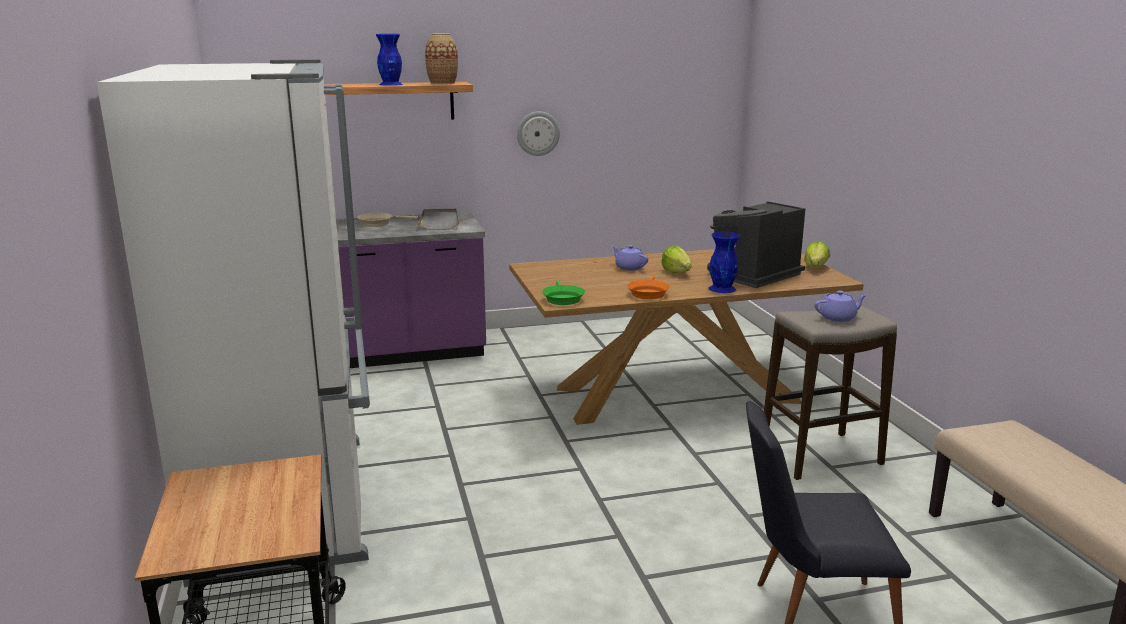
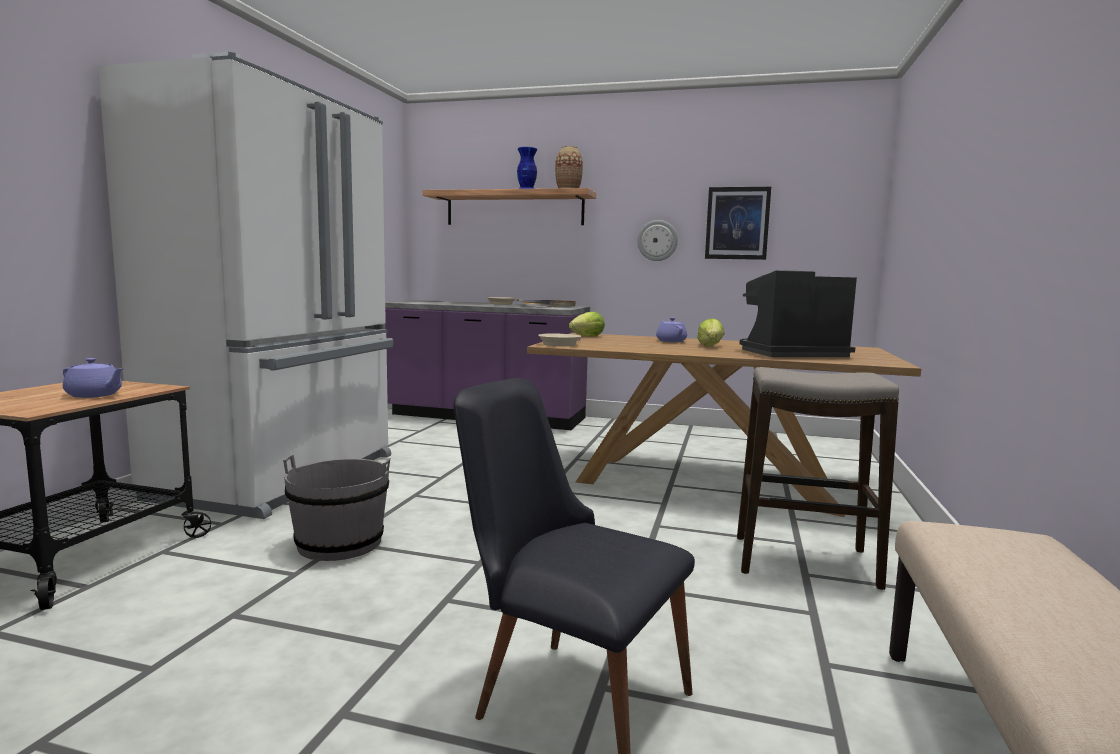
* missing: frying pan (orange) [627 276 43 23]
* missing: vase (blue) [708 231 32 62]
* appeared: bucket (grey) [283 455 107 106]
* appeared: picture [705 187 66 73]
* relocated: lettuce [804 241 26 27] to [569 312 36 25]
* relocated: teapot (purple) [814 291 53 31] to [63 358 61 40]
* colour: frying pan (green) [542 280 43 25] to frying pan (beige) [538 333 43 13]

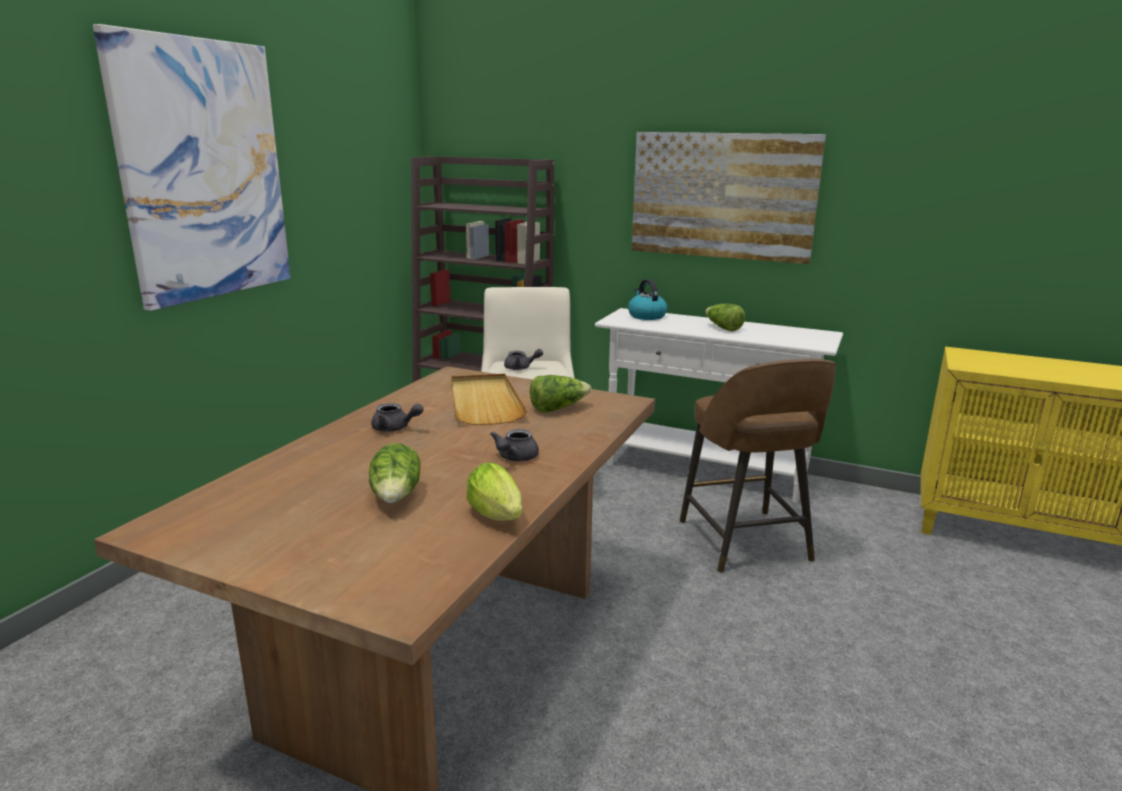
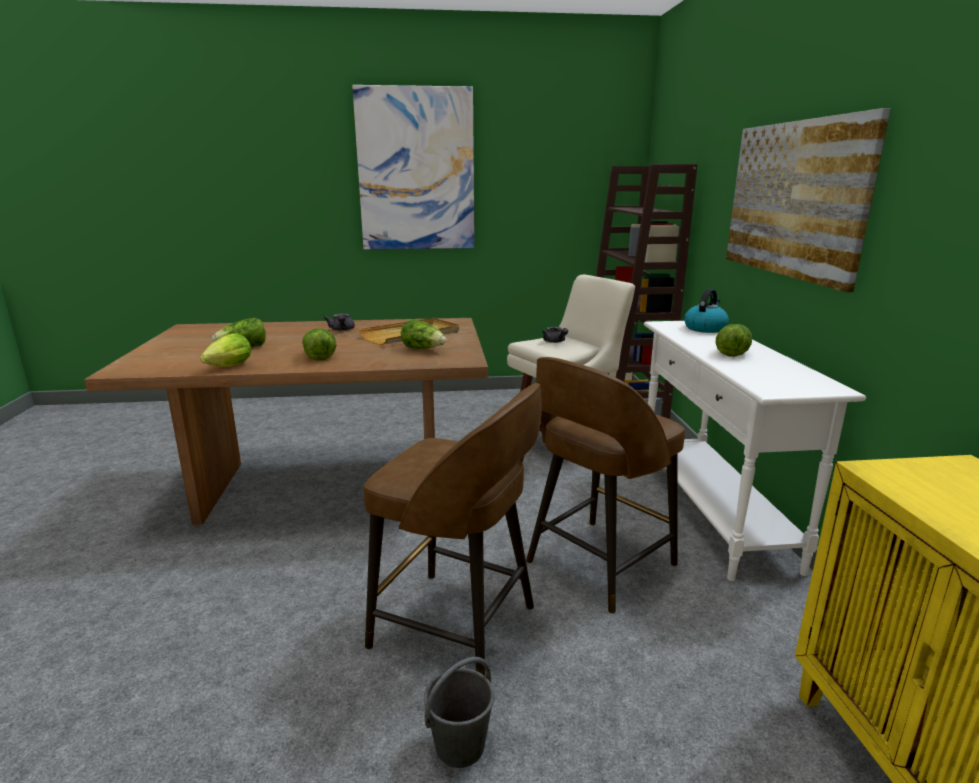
* appeared: stool (brown) [364 383 178 293]
* appeared: bucket (grey) [424 657 70 111]
* exchanged: teapot (grey) [490 429 49 33] to lettuce [302 328 35 33]

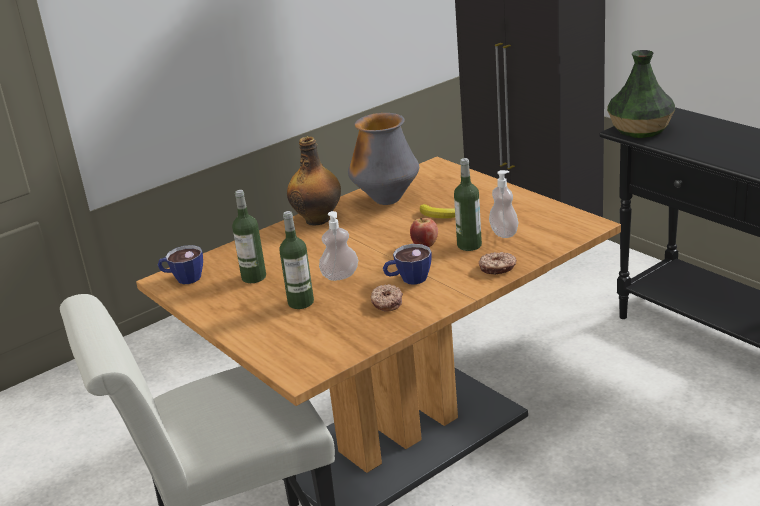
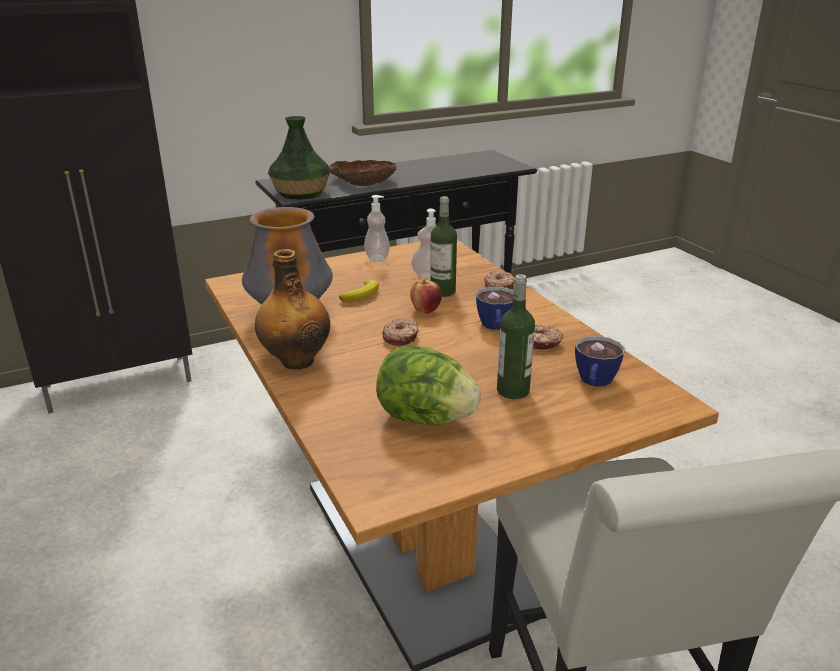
* appeared: bowl (brown) [329 160 68 26]
* appeared: donut [382 318 37 28]
* relocated: cup [157 245 46 39] to [575 336 50 51]
* relocated: soap dispenser [319 211 39 70] to [364 195 26 67]
* exchanged: bottle [232 190 34 93] to lettuce [376 346 105 79]

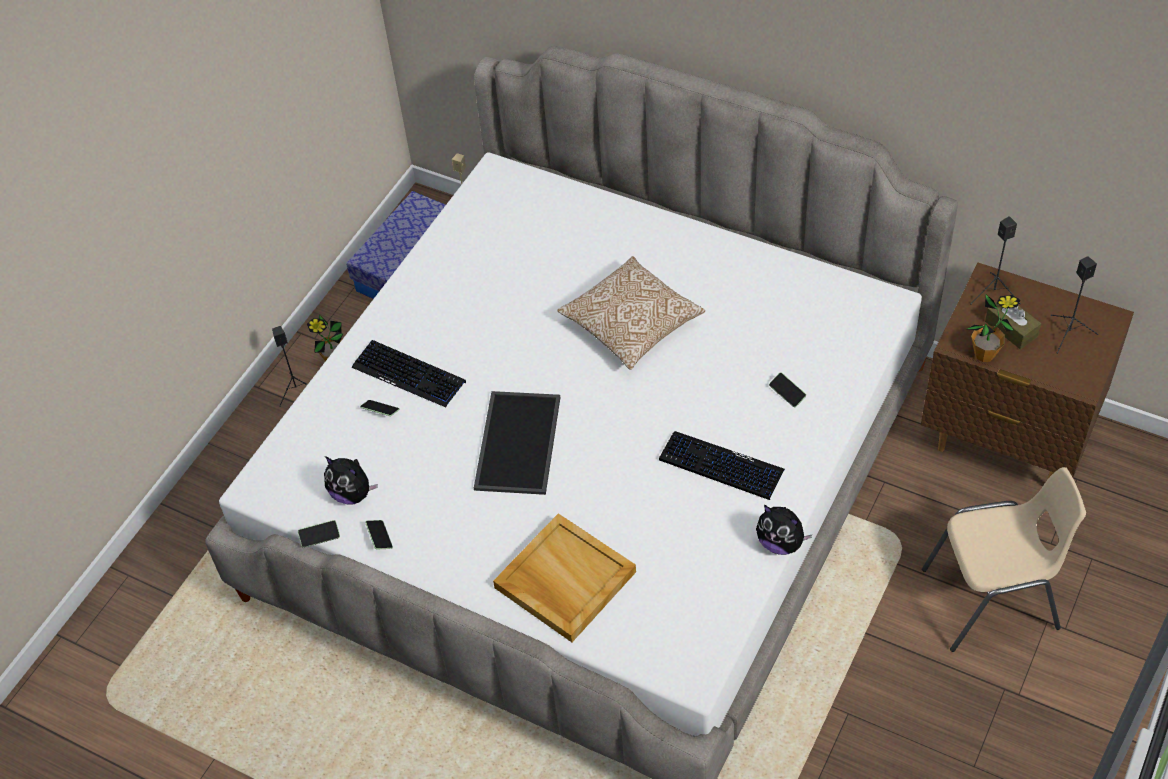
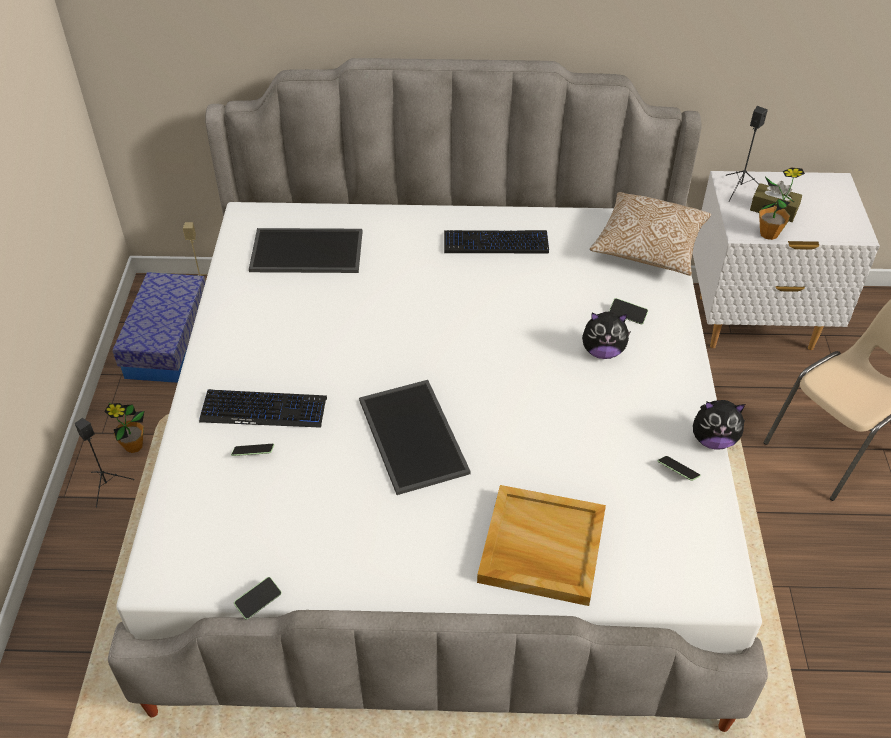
* missing: speaker (black) [1051 256 47 98]
* appeared: tray [249 228 114 45]
* relocated: plush toy [324 456 54 49] to [582 312 49 47]
* relocated: phone [365 520 28 30] to [657 456 44 25]
* relocated: pillow [558 256 147 114] to [590 192 121 84]
* relocated: keyboard [659 431 126 69] to [444 230 105 23]
* colour: nightstand (brown) [921 263 213 217] to nightstand (white) [693 171 187 179]

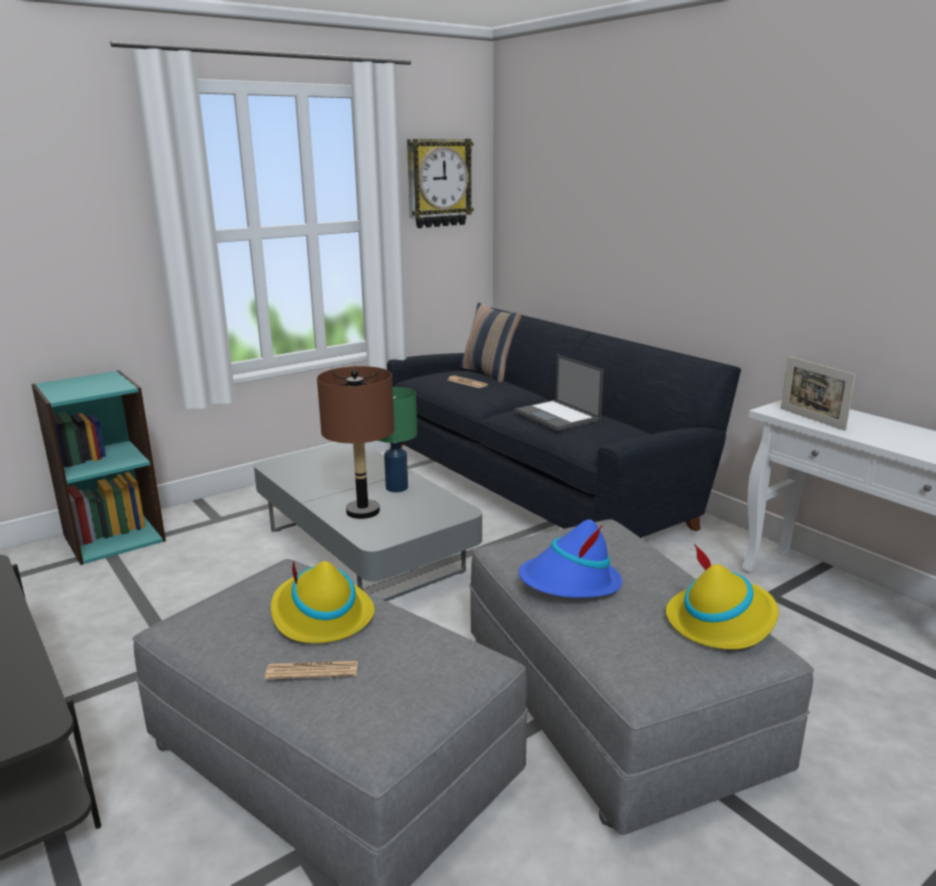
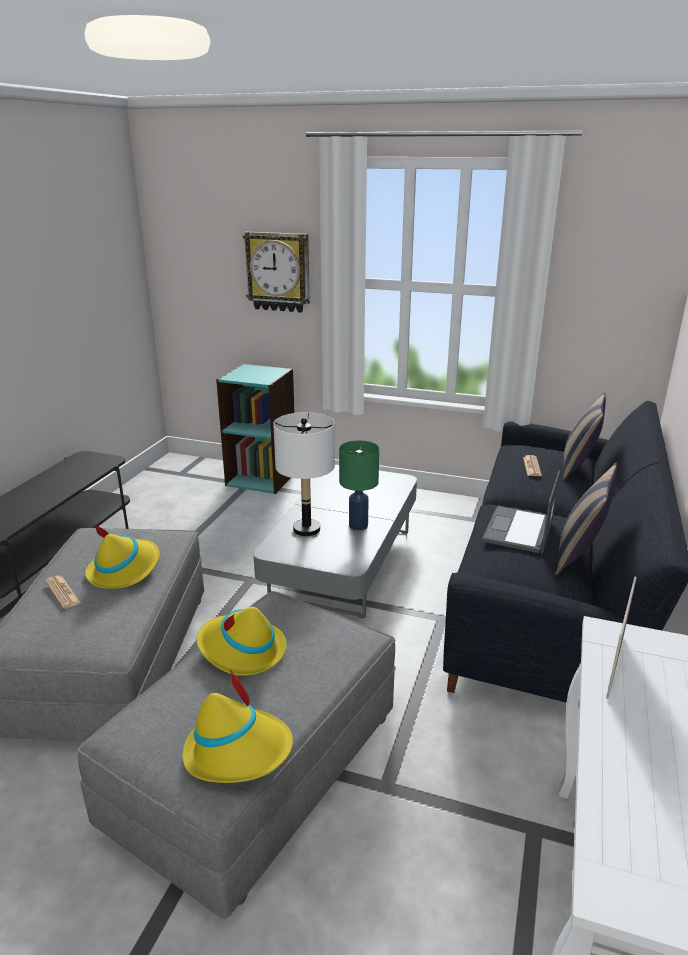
* appeared: pillow [555 462 63 114]
* relocated: wall clock [407 139 67 89] to [243 232 67 81]
* colour: table lamp (brown) [317 366 77 153] to table lamp (white) [273 412 62 124]
* colour: hat (blue) [519 519 103 79] to hat (yellow) [196 607 91 69]

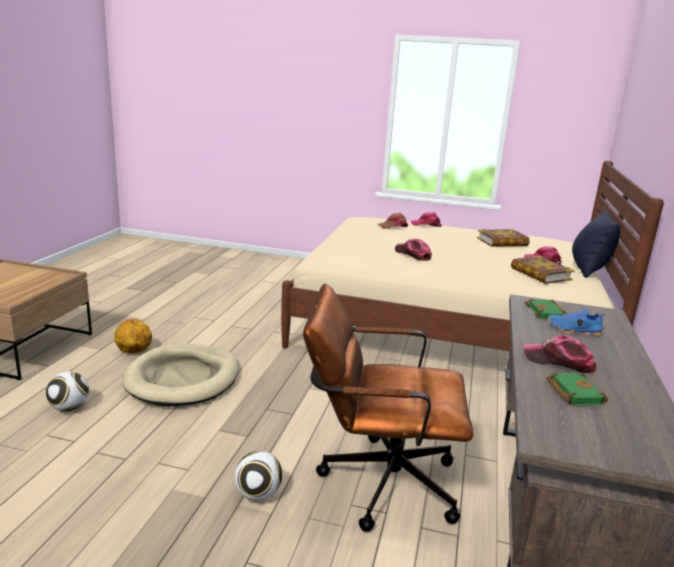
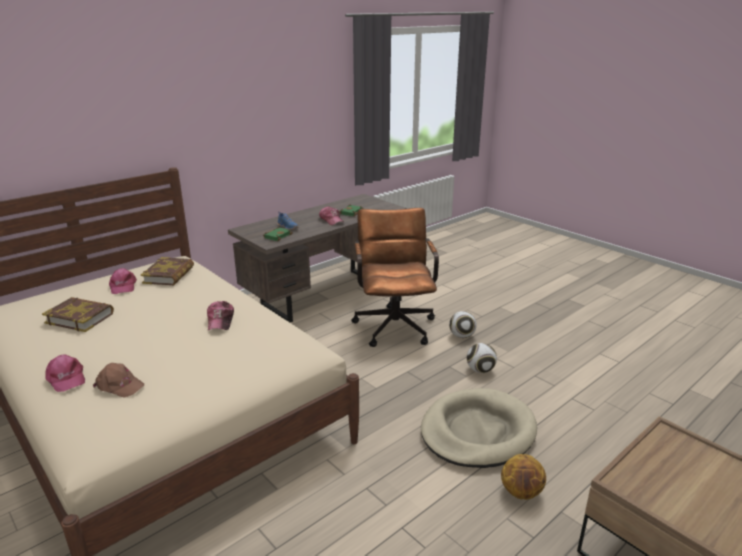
* missing: pillow (black) [572 210 48 68]
* relocated: football [46 372 43 39] to [467 343 30 30]
* spun: office chair (brown) [303 284 170 248] = [351 208 88 139] 135 degrees counterclockwise

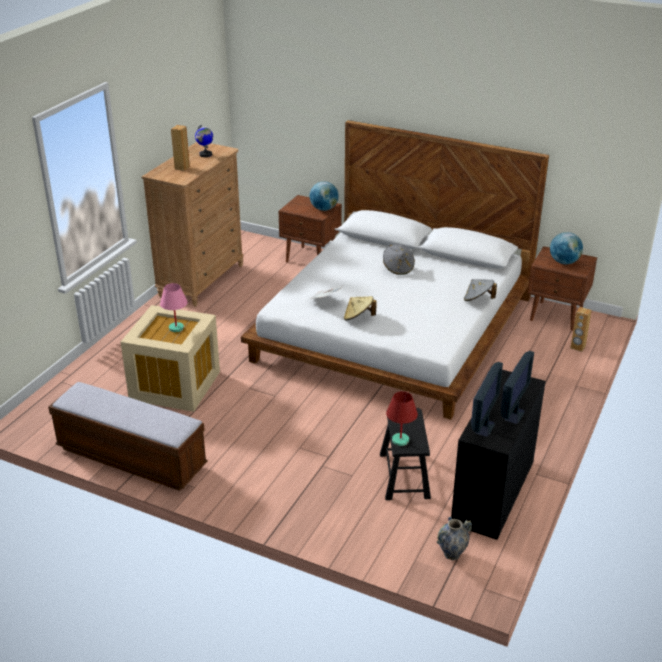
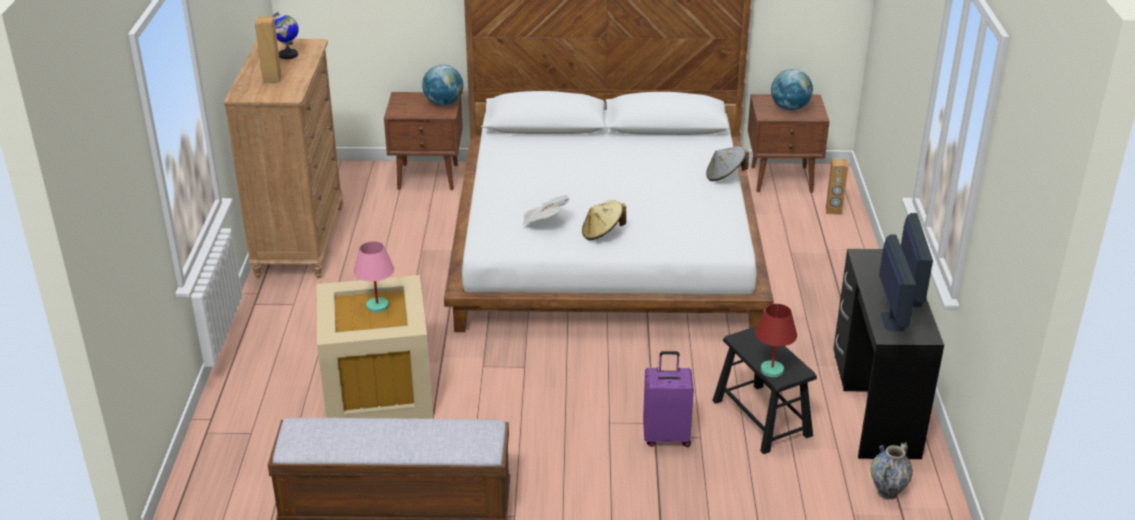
* missing: hat (grey) [383 244 32 31]
* appeared: suitcase (purple) [643 351 51 96]

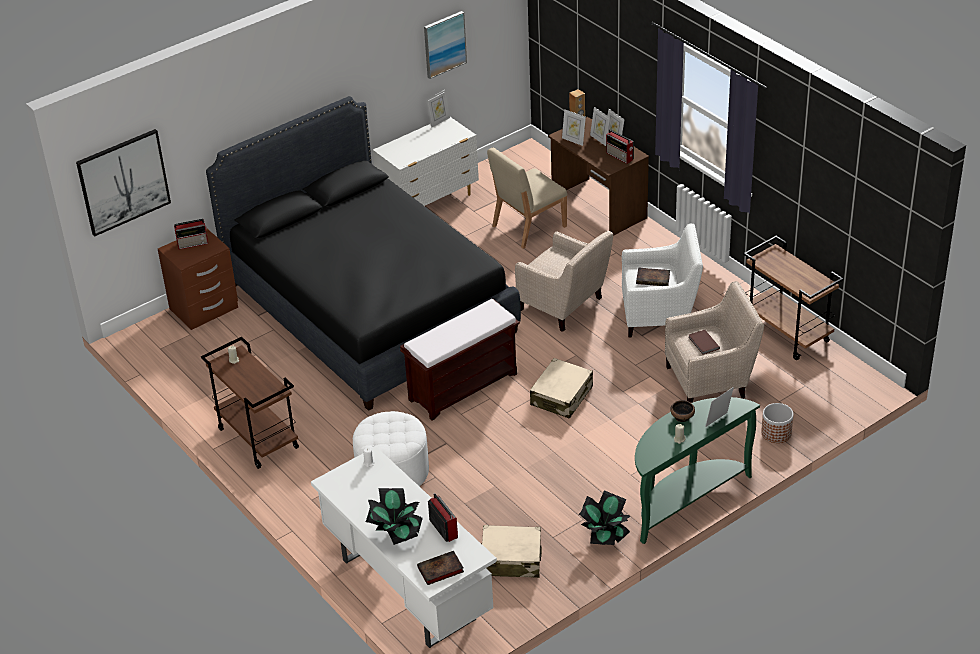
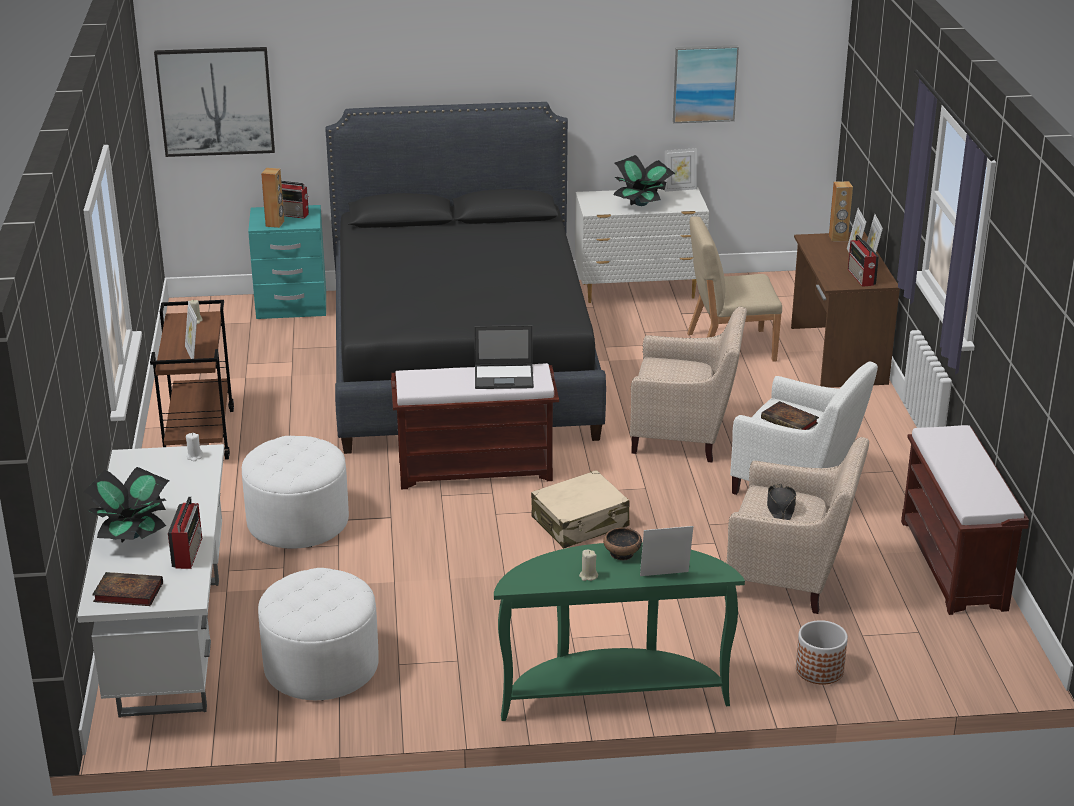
* appeared: speaker (brown) [261 168 23 60]
* appeared: laptop [474 325 60 64]
* relocated: picture frame [562 109 24 37] to [185 301 12 58]
* relocated: potted plant [579 490 52 55] to [613 155 63 51]
* exchanged: suitcase (beige) [481 525 61 53] to ottoman (white) [258 568 121 133]
* exchanged: book (brown) [688 330 32 25] to hat (black) [767 484 29 36]
* exchanged: cart (brown) [743 236 100 124] to bench (brown) [901 425 128 190]
* colour: nightstand (brown) [158 229 80 101] to nightstand (turquoise) [248 205 78 114]
* spun: armchair (beige) [515 231 98 101] = [630 307 117 155] 60 degrees counterclockwise

